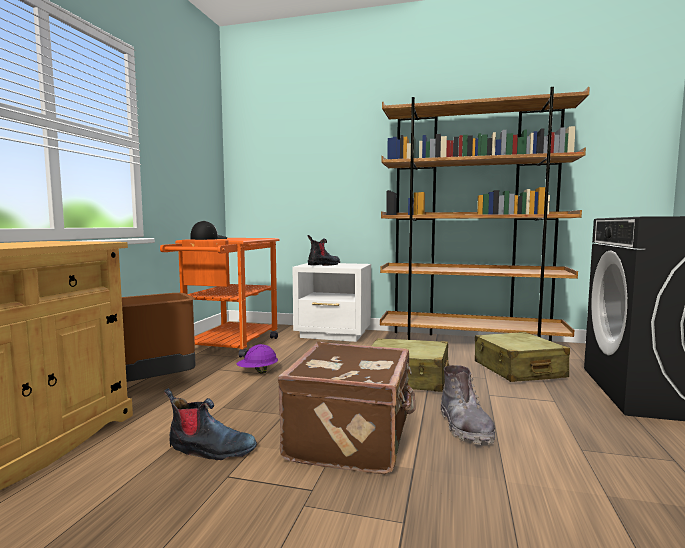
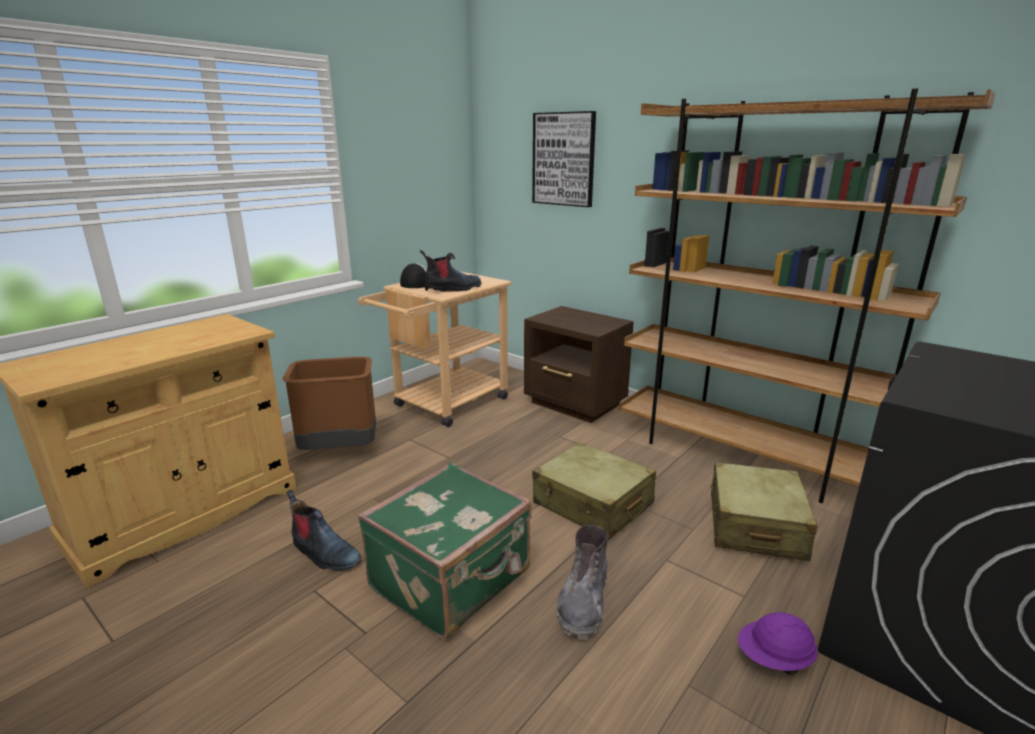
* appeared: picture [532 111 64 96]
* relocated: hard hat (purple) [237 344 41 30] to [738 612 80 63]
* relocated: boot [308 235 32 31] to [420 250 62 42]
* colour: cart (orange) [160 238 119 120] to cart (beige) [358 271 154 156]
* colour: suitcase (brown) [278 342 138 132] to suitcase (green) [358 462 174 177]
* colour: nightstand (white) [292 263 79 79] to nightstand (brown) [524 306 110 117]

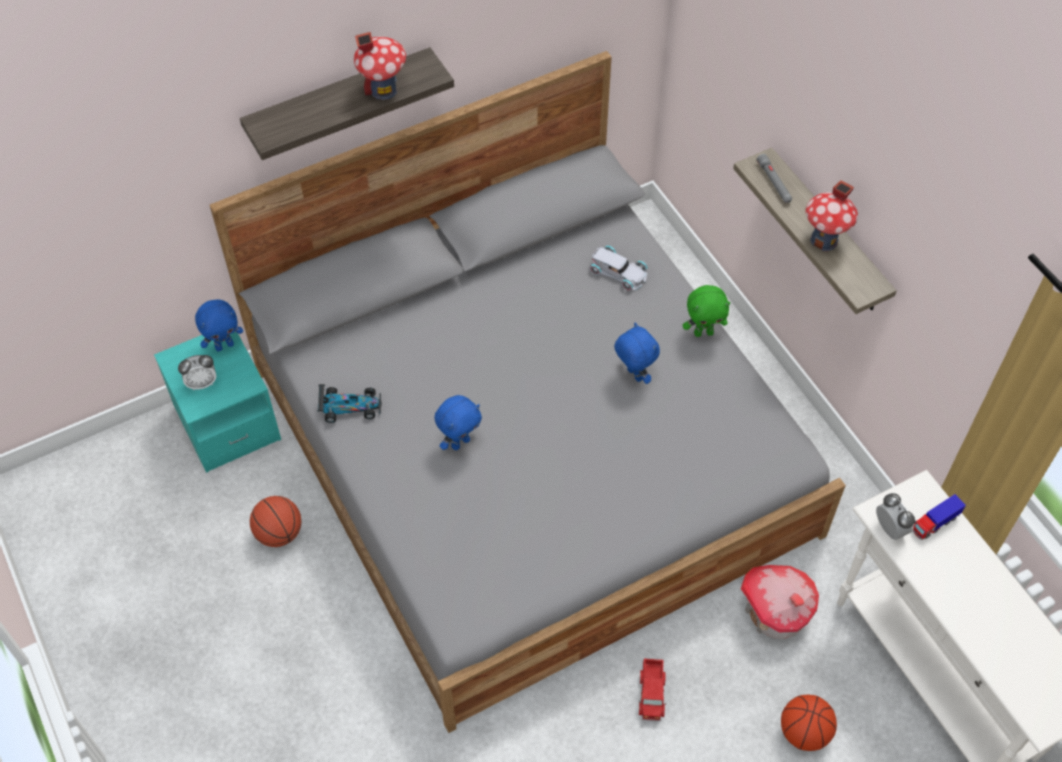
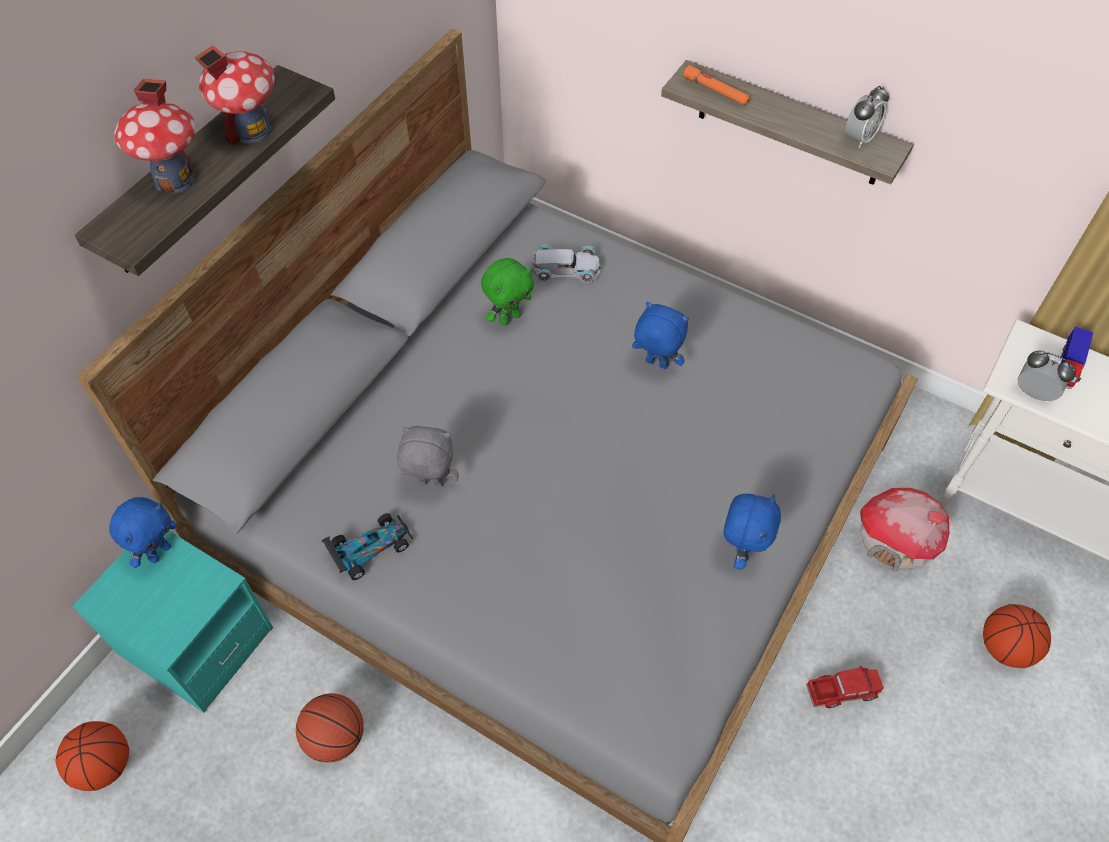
* appeared: basketball [55 721 74 70]
* appeared: plush toy (grey) [397 426 62 61]
* relocated: alarm clock [178 355 38 35] to [845 86 44 62]
* relocated: plush toy (blue) [434 395 48 55] to [723 494 58 76]
* relocated: plush toy (green) [683 285 48 52] to [481 258 53 67]
* relocated: toy house [806 180 52 71] to [114 78 82 116]
* colour: flashlight (grey) [757 154 35 49] to flashlight (orange) [684 65 65 40]
* spun: toy truck [639 658 27 63] = [806 666 78 42] 75 degrees counterclockwise

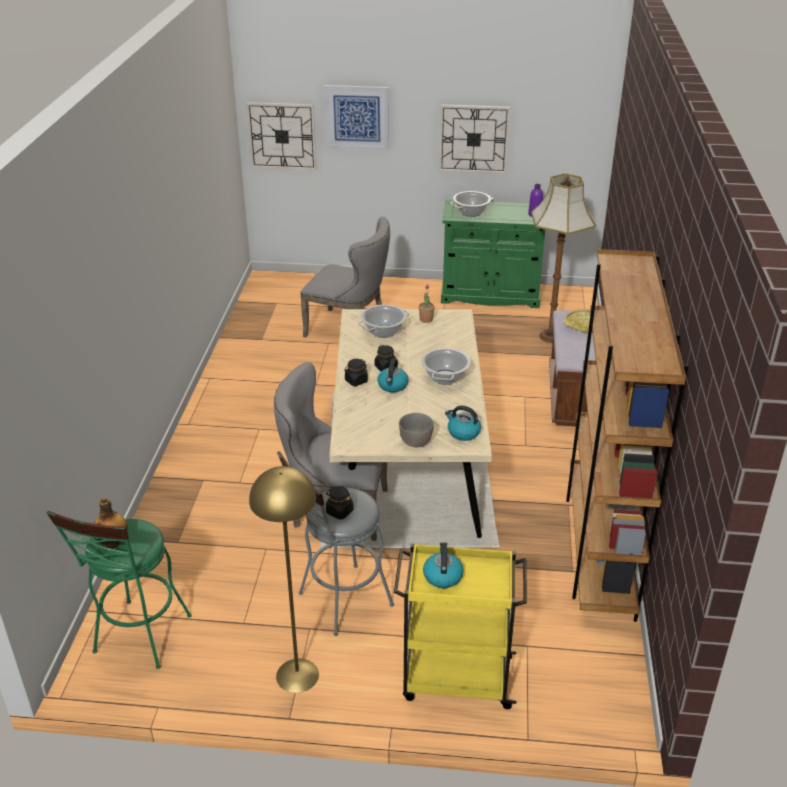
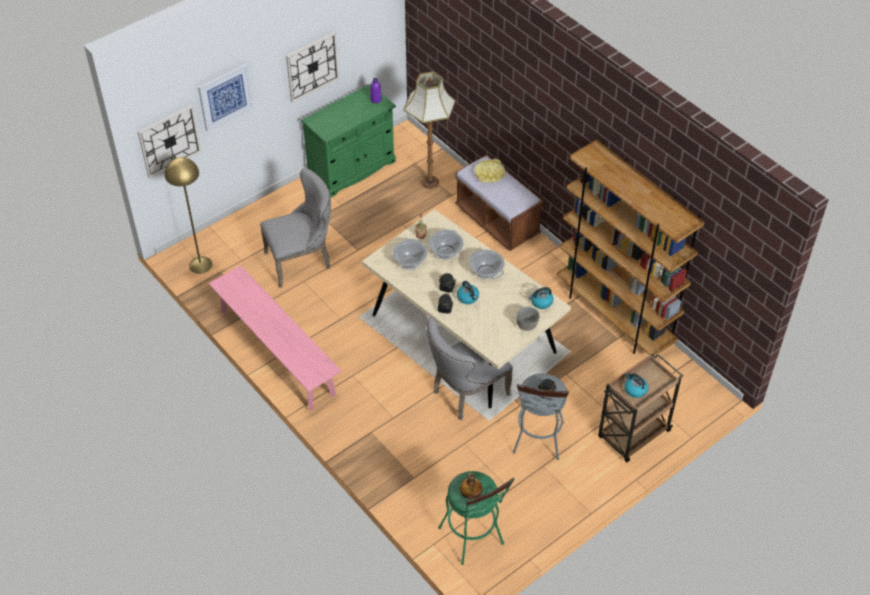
* appeared: bench (pink) [209 265 133 146]
* relocated: floor lamp (yellow) [249 466 70 227] to [165 157 47 117]
* relocated: cooking pot [450 191 43 26] to [429 229 35 31]
* colour: cart (yellow) [394 543 133 166] to cart (brown) [598 353 85 109]

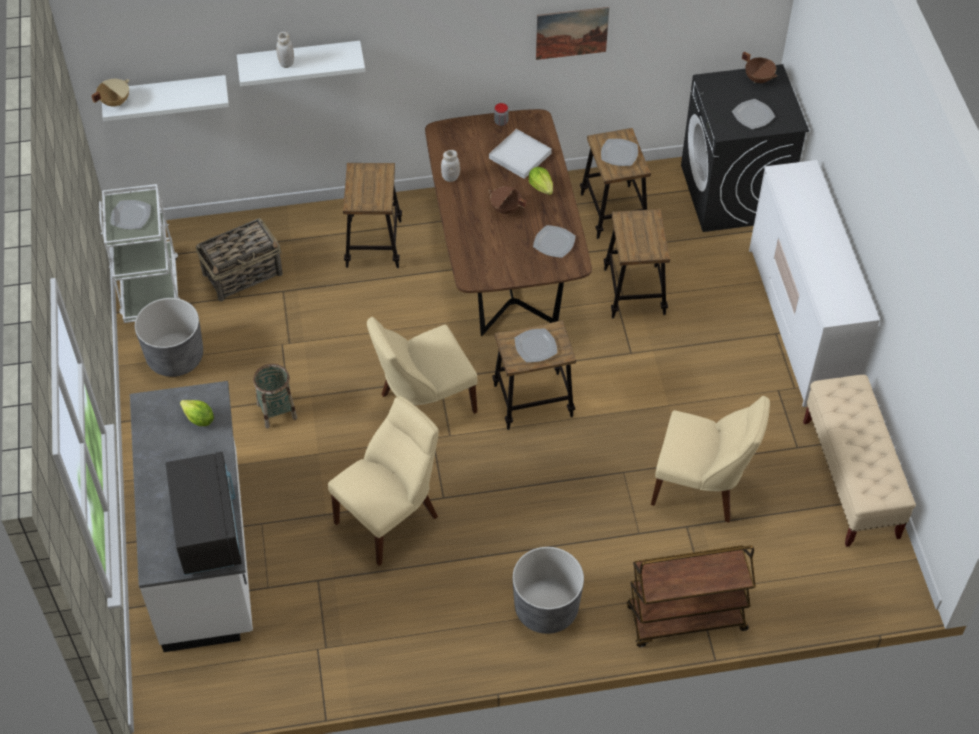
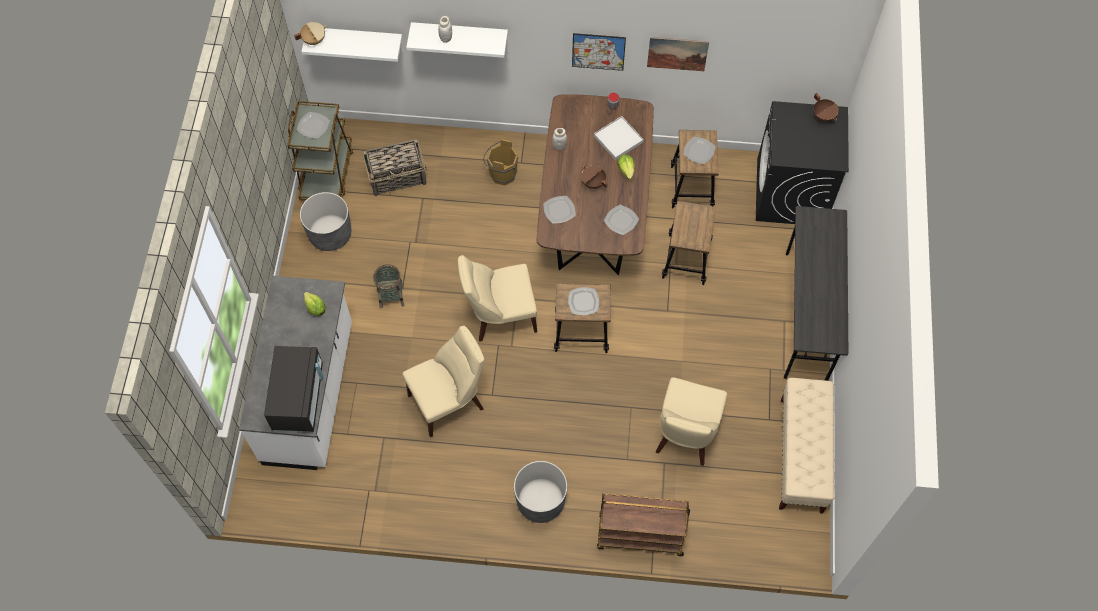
* appeared: picture [572 33 54 38]
* relocated: plate [732 99 43 30] to [543 196 33 28]
* exchanged: stool [343 163 59 105] to bucket (brown) [483 139 35 47]
* exchanged: dresser (white) [749 160 131 247] to desk (grey) [784 206 64 175]
* colour: cart (white) [99 184 81 139] to cart (brown) [287 101 67 99]
* spun: chair (beige) [651 396 119 126] = [656 377 71 89] 75 degrees clockwise

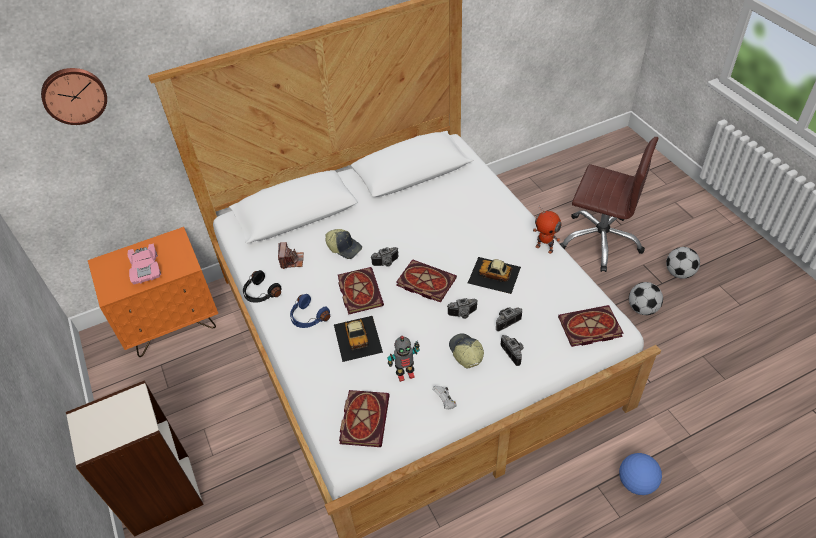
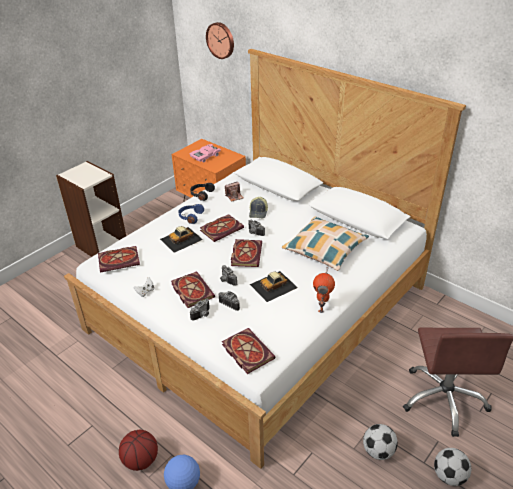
* missing: toy robot [388 336 31 46]
* appeared: basketball [119 430 39 41]
* appeared: pillow [282 216 87 55]
* exchanged: cap [449 334 35 34] to book [171 271 44 37]
* spun: toy car [468 257 53 37] = [250 271 48 31] 120 degrees counterclockwise

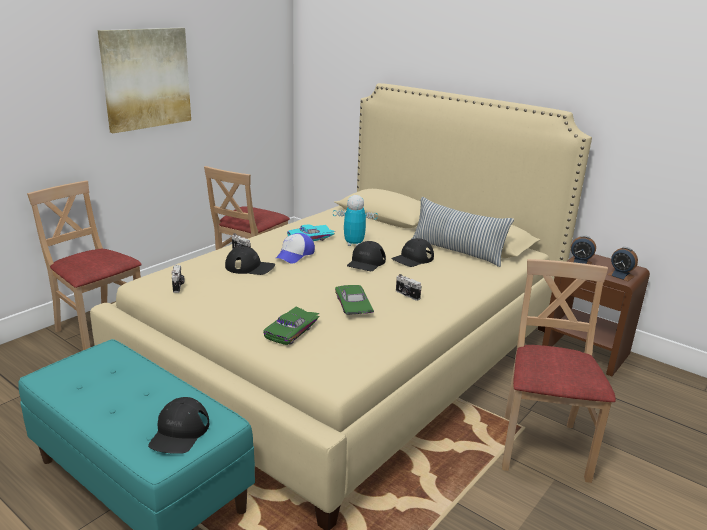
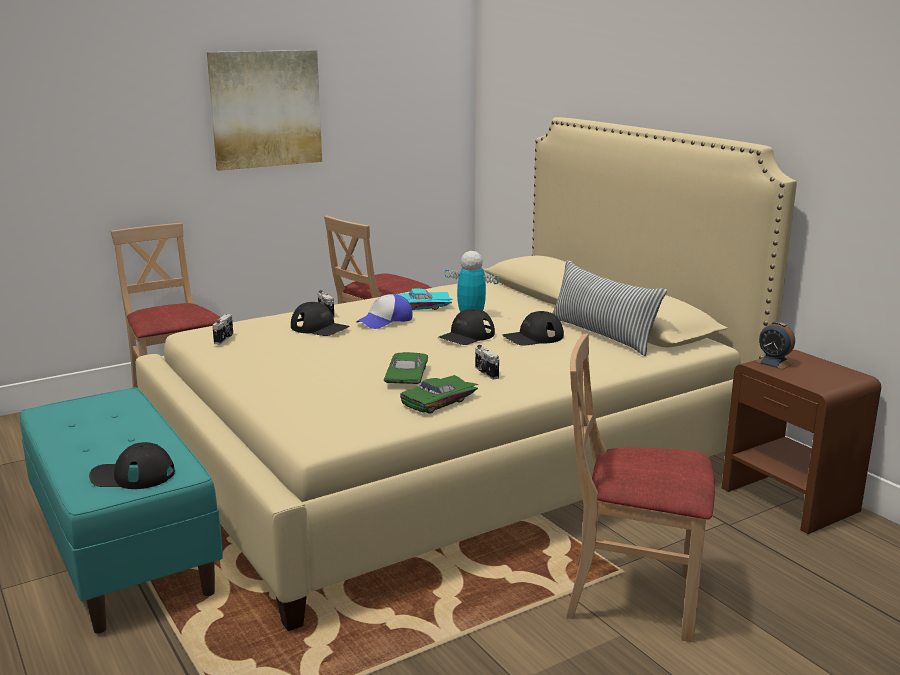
* missing: alarm clock [607 247 31 34]
* relocated: toy car (green) [263 307 57 38] to [400 375 79 39]
* spun: cap (black) [148 397 61 57] = [89 442 86 47] 60 degrees clockwise
* spun: chair (beige) [502 259 114 224] = [566 334 149 308] 105 degrees counterclockwise

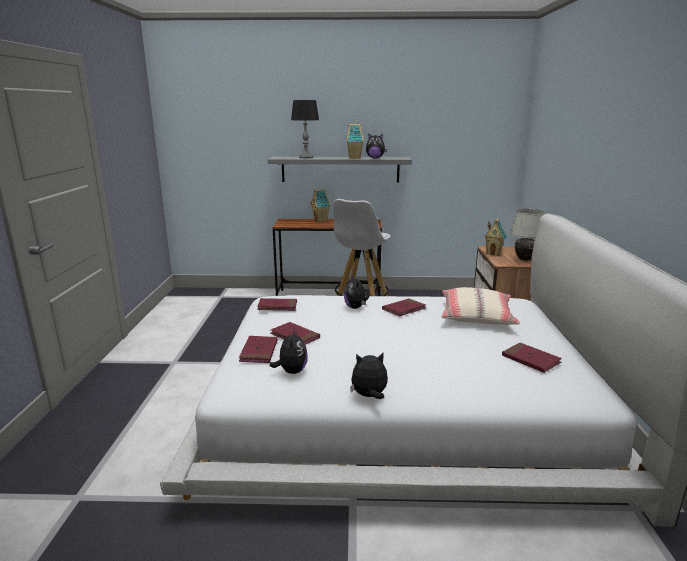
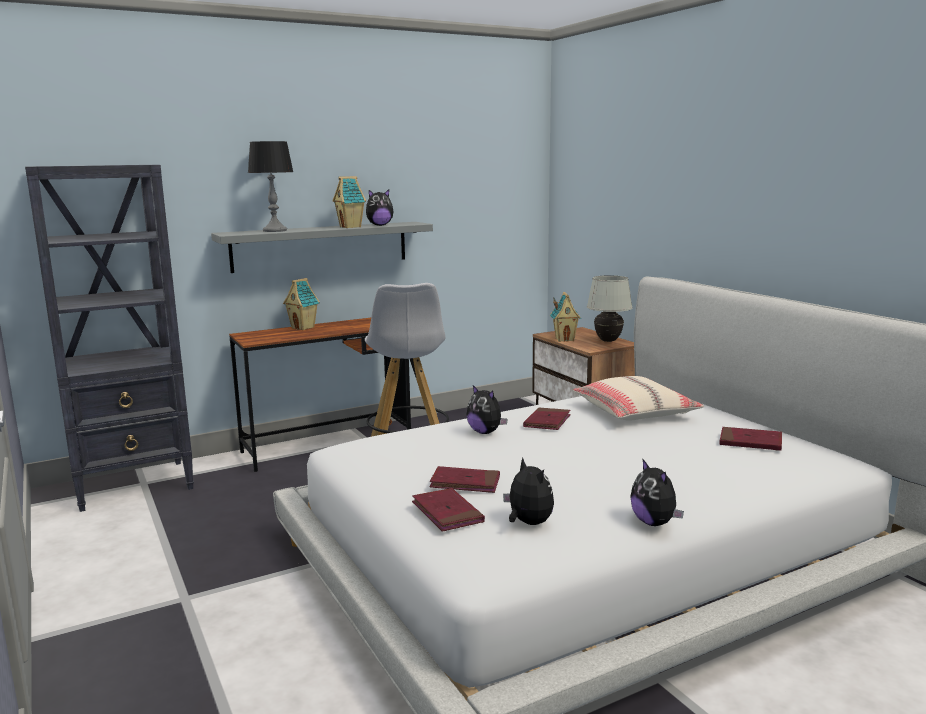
* missing: book (red) [257 298 40 13]
* appeared: bookcase (black) [25 165 169 347]
* spun: plush toy [350 353 38 46] = [630 458 54 68] 75 degrees counterclockwise

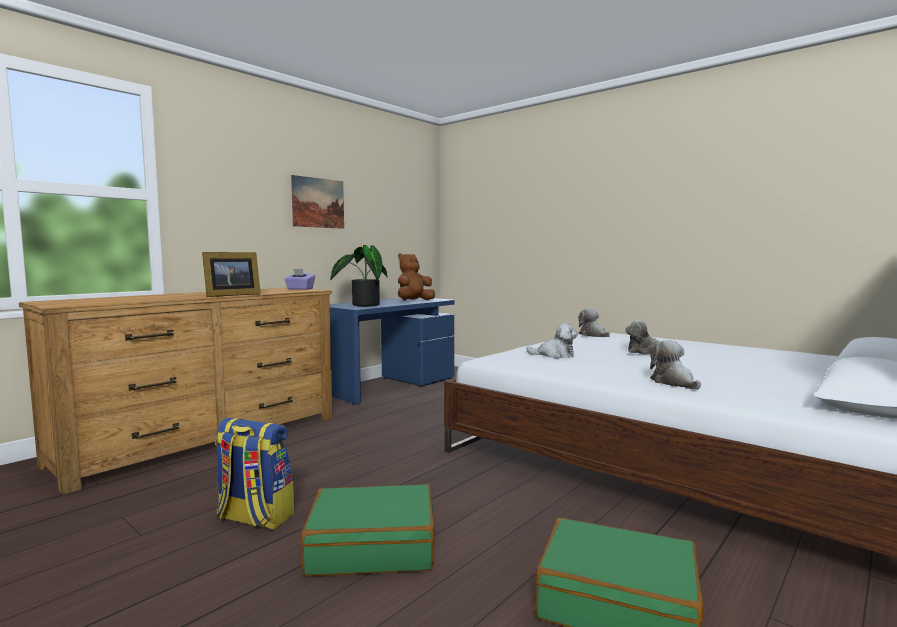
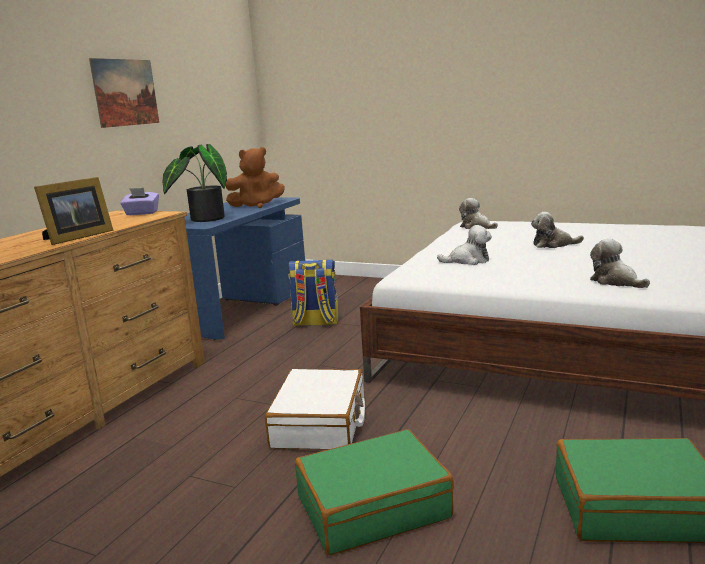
* appeared: suitcase (white) [265 369 100 81]
* relocated: backpack [215 418 79 112] to [288 260 50 66]
* spun: plush toy (brown) [398 253 37 48] = [225 147 60 61] 135 degrees counterclockwise

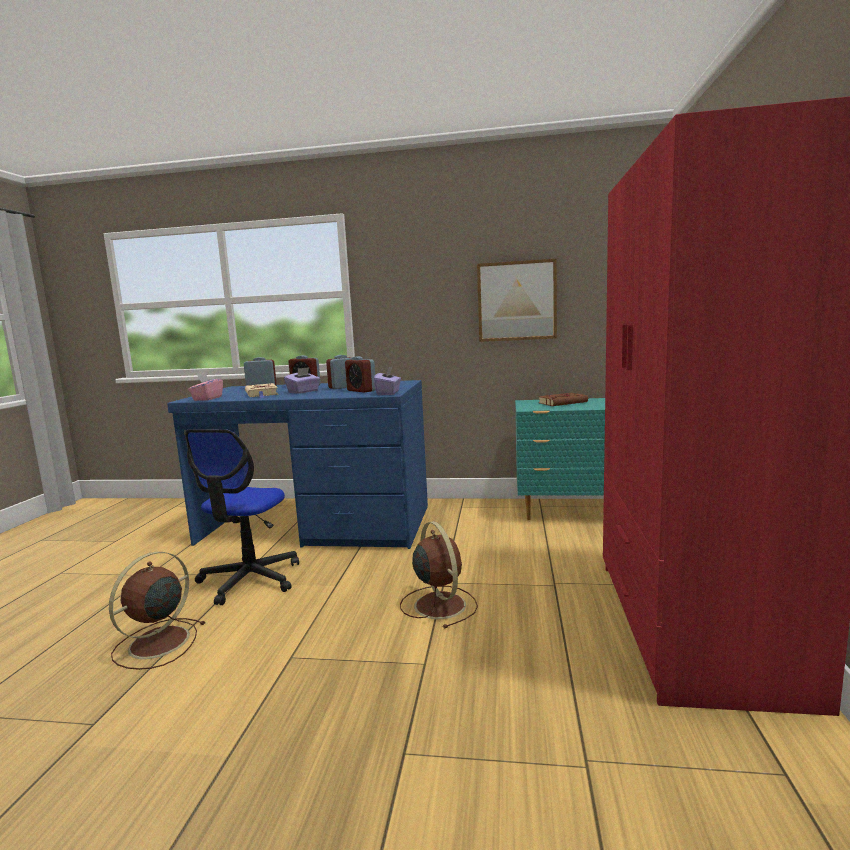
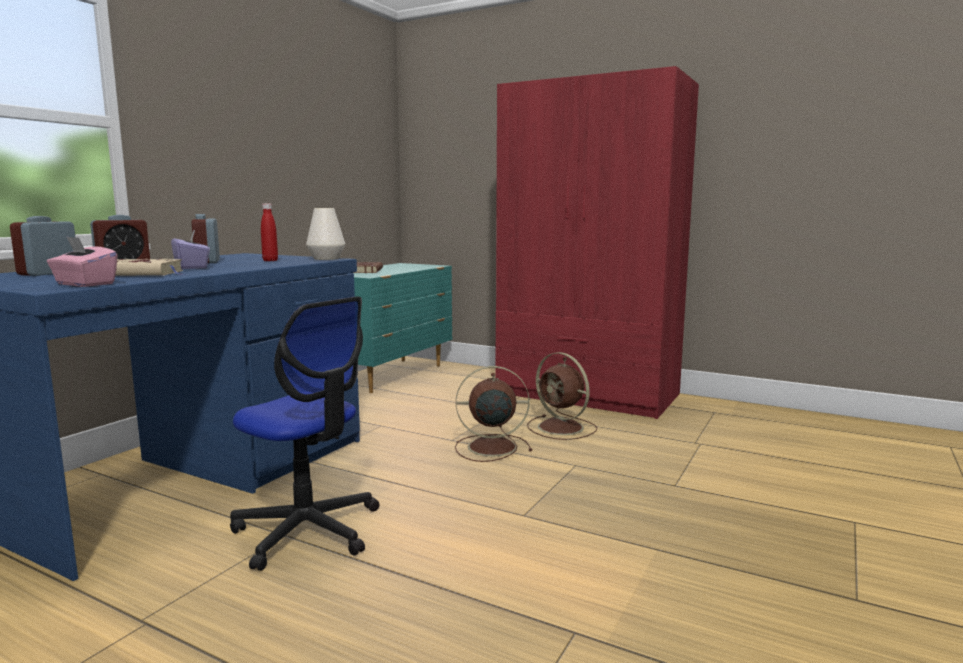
* missing: picture [477 259 80 83]
* relocated: fan (brown) [109 552 96 118] to [527 352 70 88]
* exchanged: alarm clock [345 356 31 37] to bottle (red) [261 204 17 57]
* exchanged: tissue box (purple) [373 366 28 29] to vase (white) [306 208 39 52]

